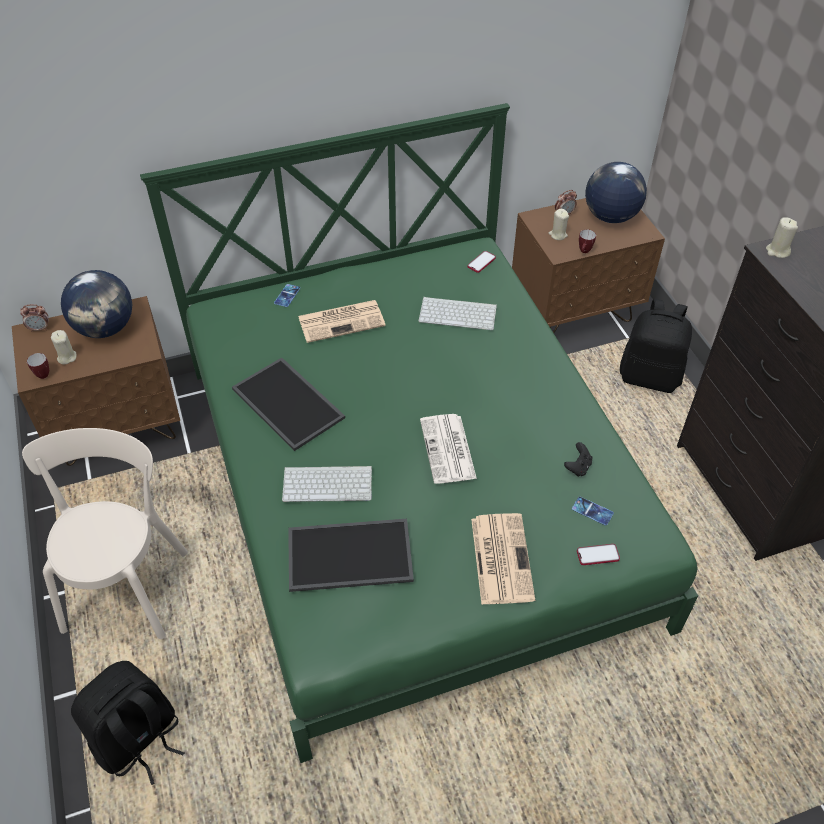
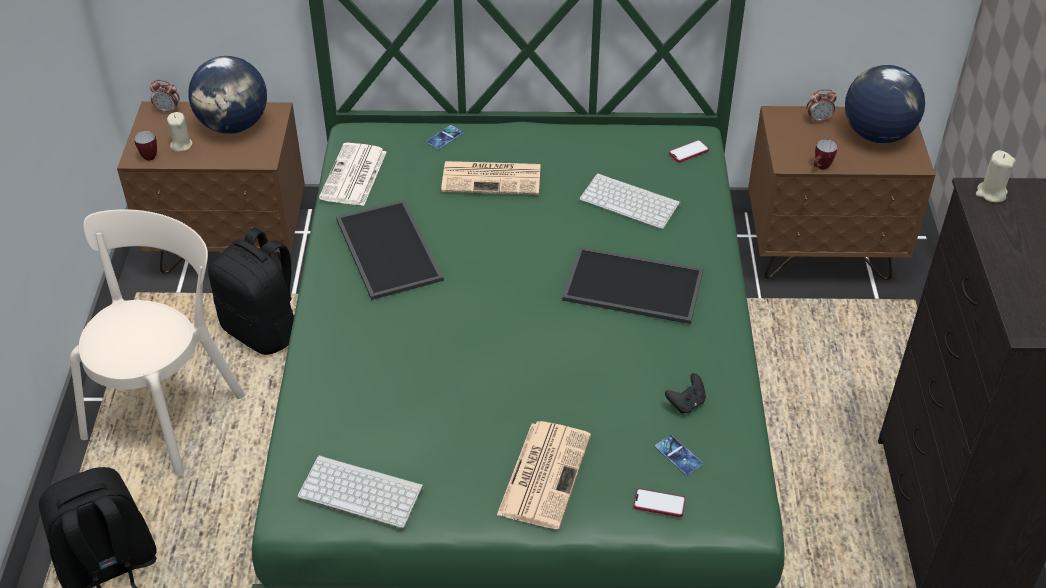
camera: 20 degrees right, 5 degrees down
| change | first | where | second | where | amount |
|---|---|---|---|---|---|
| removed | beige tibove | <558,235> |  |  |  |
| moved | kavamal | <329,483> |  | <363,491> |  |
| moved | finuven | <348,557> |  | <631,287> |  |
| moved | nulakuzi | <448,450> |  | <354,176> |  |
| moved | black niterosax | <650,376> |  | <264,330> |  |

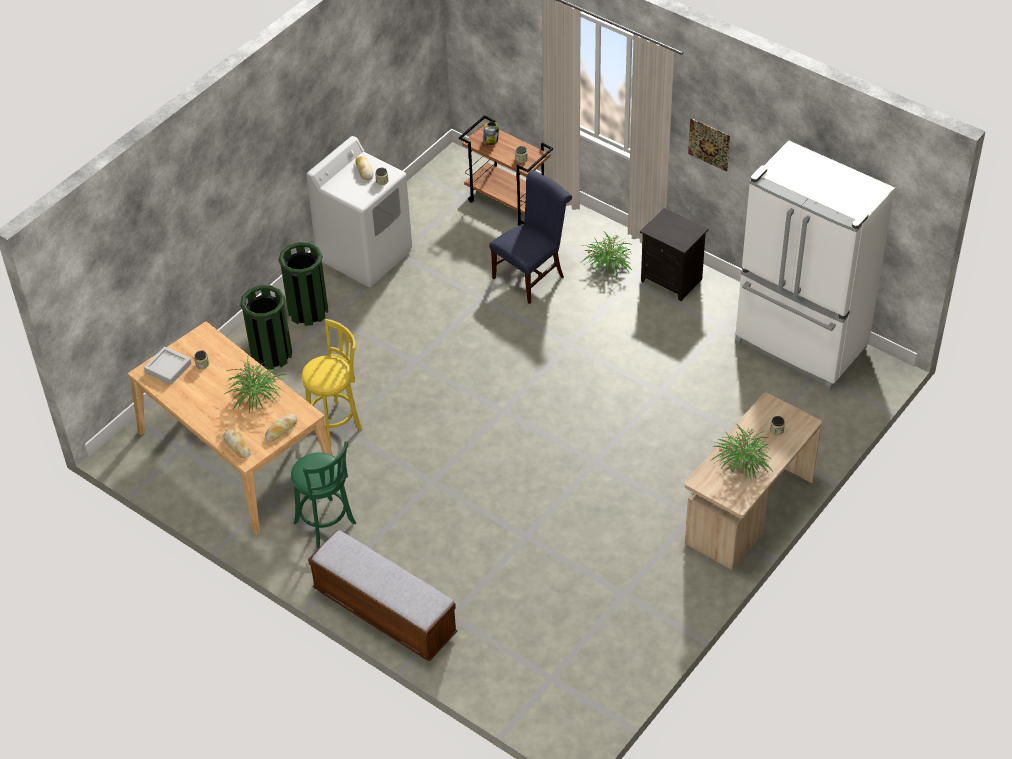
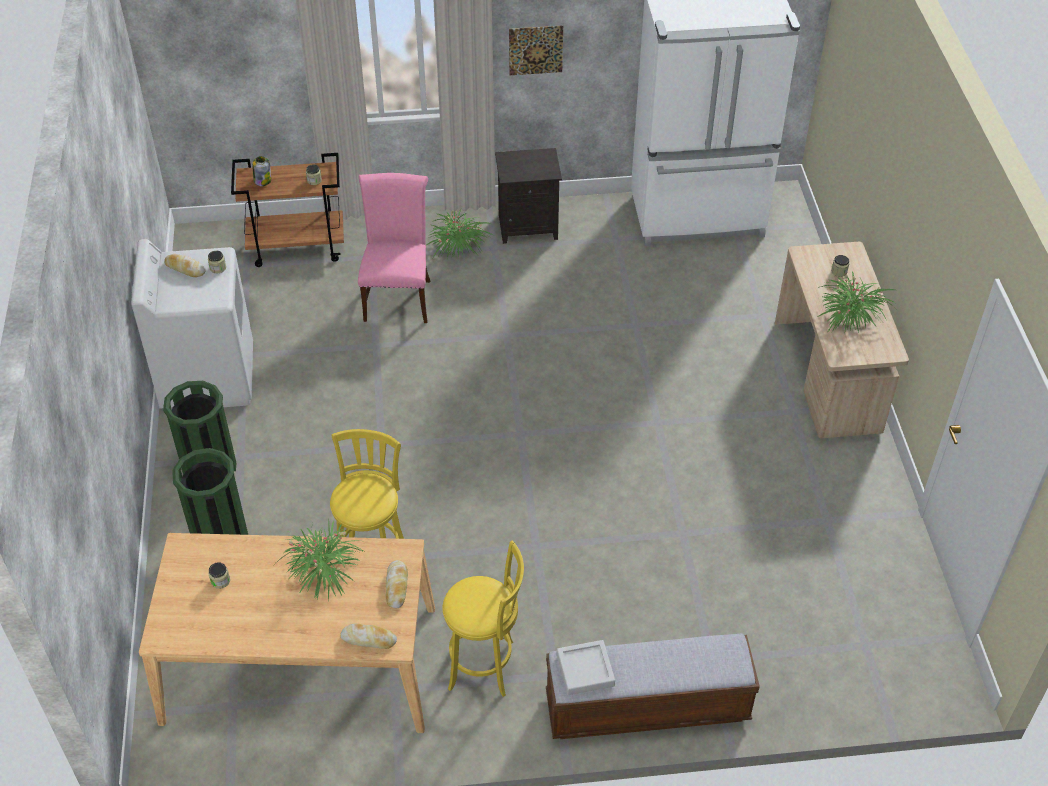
camera: 45 degrees left, 0 degrees up
| change | first | where | second | where | amount |
|---|---|---|---|---|---|
| moved | grey finuven | <168,368> |  | <585,670> |  |
| recoloured | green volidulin | <326,525> | yellow volidulin | <485,666> |  |
| recoloured | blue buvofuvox | <531,275> | pink buvofuvox | <398,297> |  |

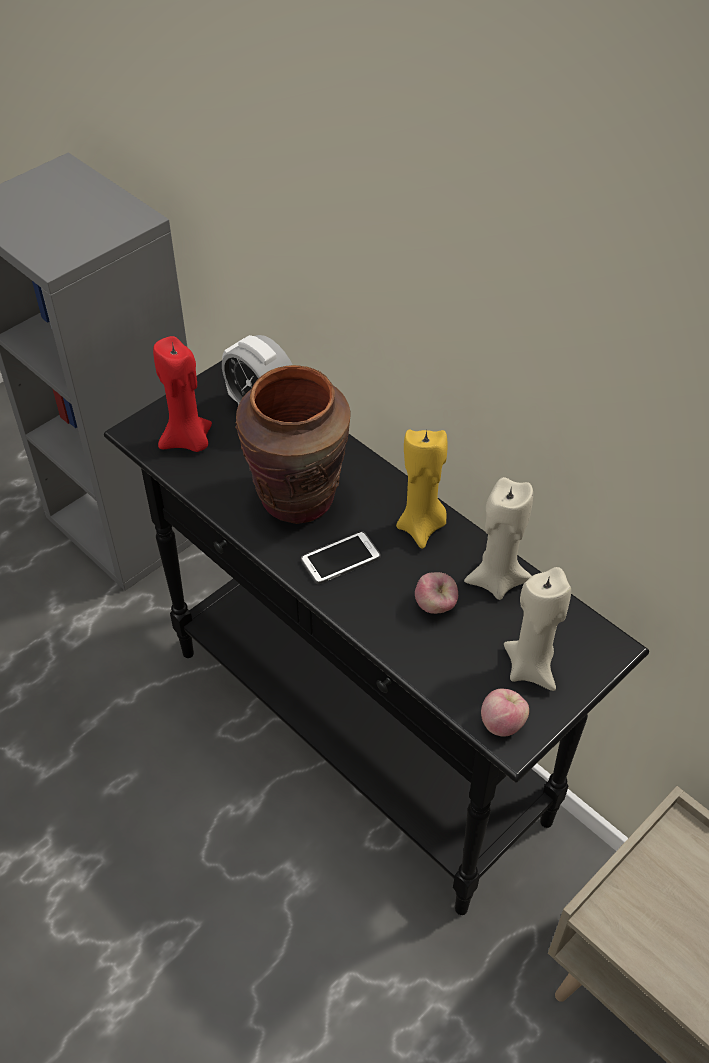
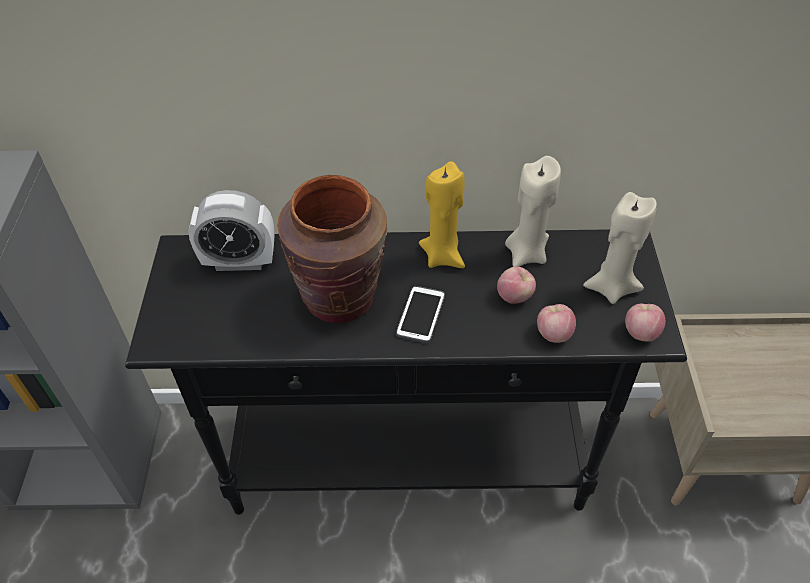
camera: 45 degrees left, 0 degrees up
| change | first | where | second | where | amount |
|---|---|---|---|---|---|
| removed | red tibove | <188,441> |  |  |  |
| added |  |  | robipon | <553,334> |  |

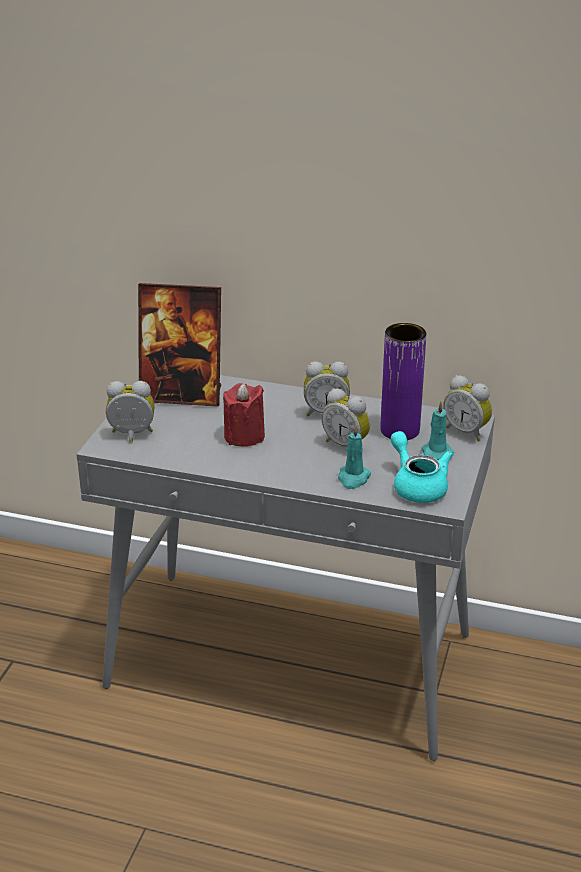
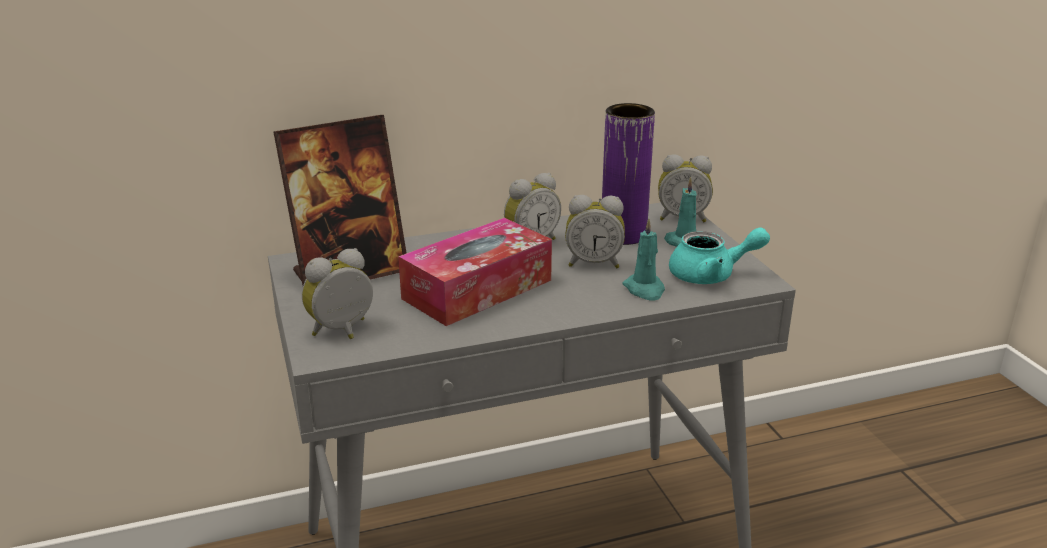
camera: 35 degrees left, 5 degrees down
| change | first | where | second | where | amount |
|---|---|---|---|---|---|
| replaced | red tibove | <244,436> | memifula | <477,289> |  |
| turned | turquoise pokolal | <417,485> |  | <711,275> | 150 degrees clockwise |

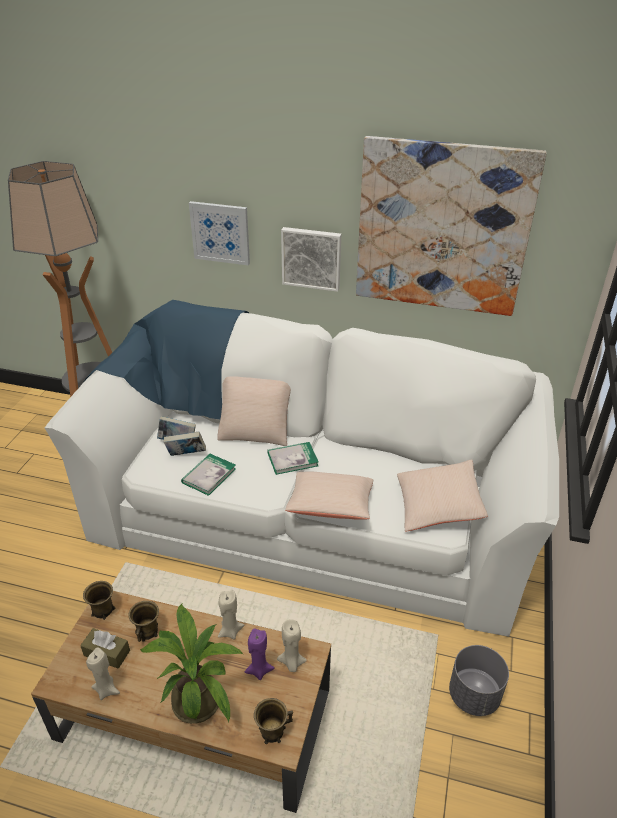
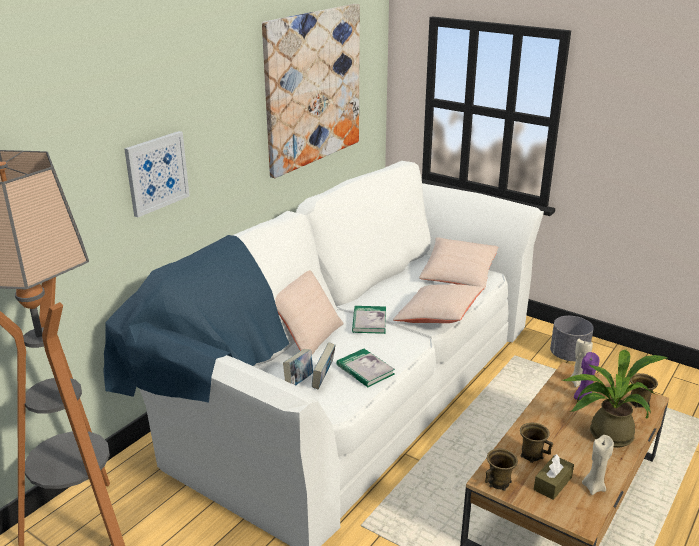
camera: 70 degrees left, 10 degrees down
| change | first | where | second | where | amount |
|---|---|---|---|---|---|
| removed | beige tibove | <230,631> |  |  |  |
| removed | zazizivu | <311,258> |  |  |  |

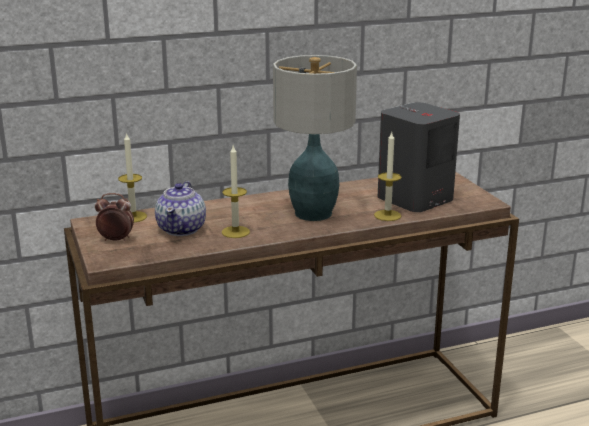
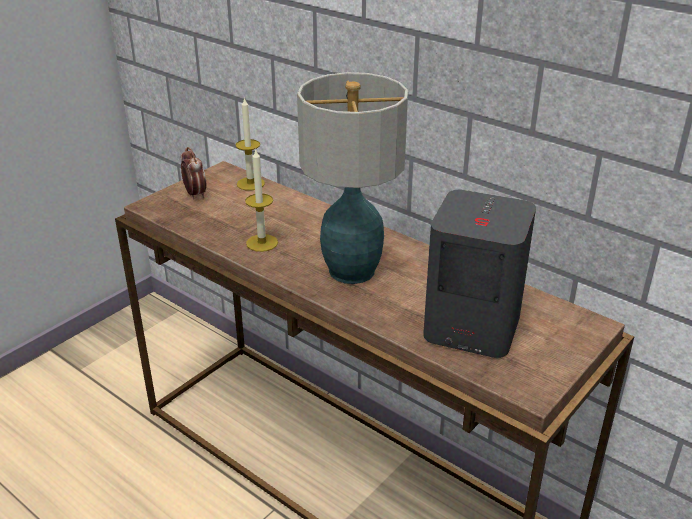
camera: 60 degrees right, 10 degrees up
| change | first | where | second | where | amount |
|---|---|---|---|---|---|
| removed | pokolal | <182,229> |  |  |  |
| removed | tibove | <387,215> |  |  |  |

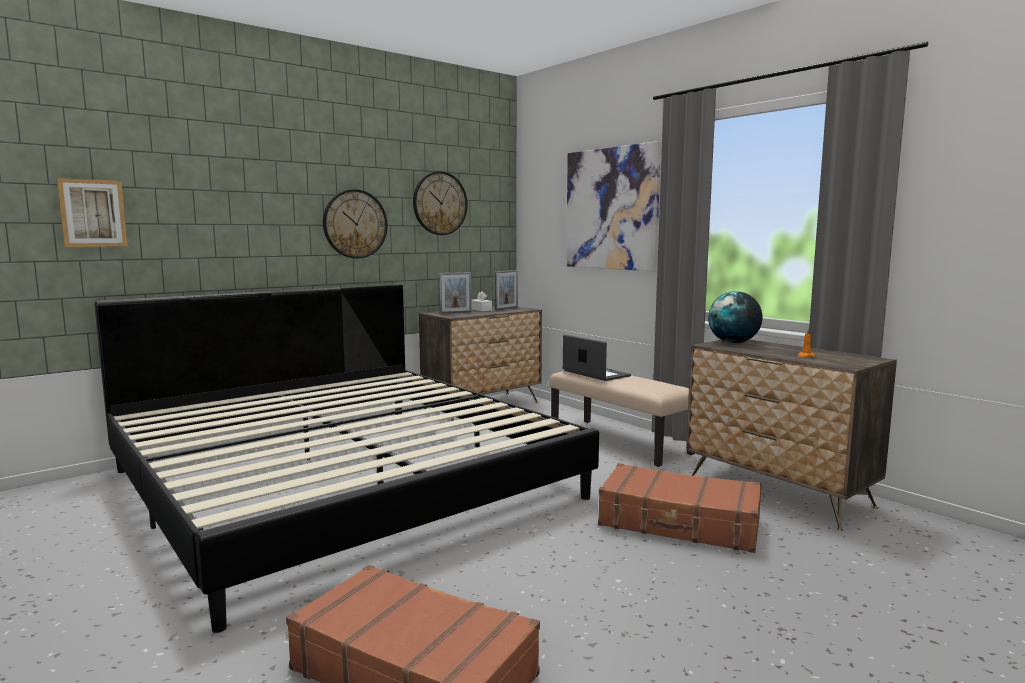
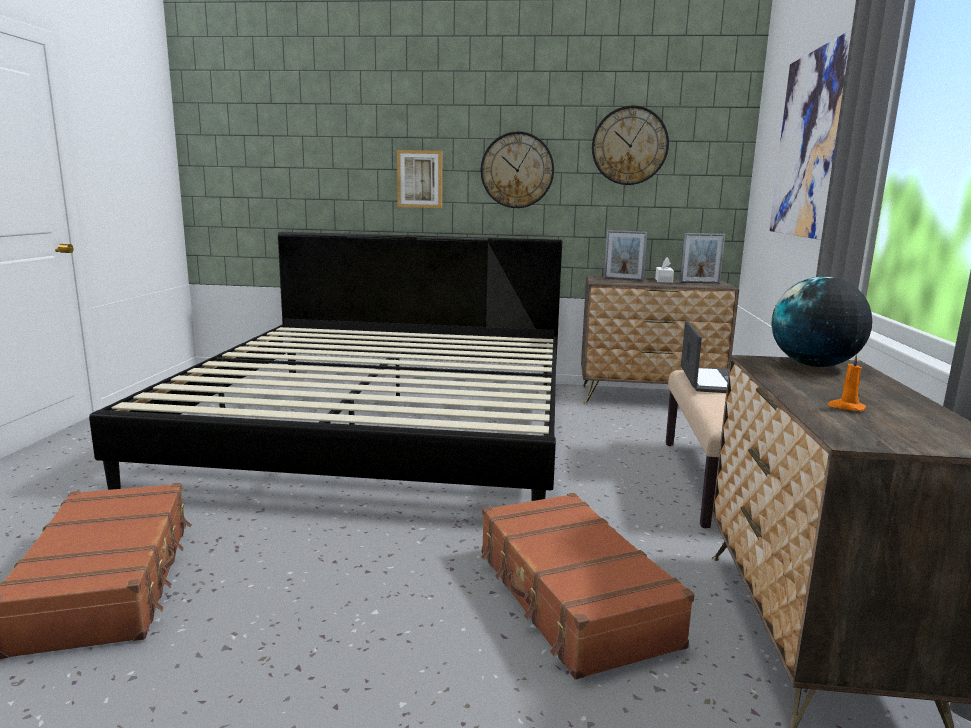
camera: 45 degrees right, 5 degrees up
| change | first | where | second | where | amount |
|---|---|---|---|---|---|
| moved | zazizivu | <92,213> |  | <420,179> |  |

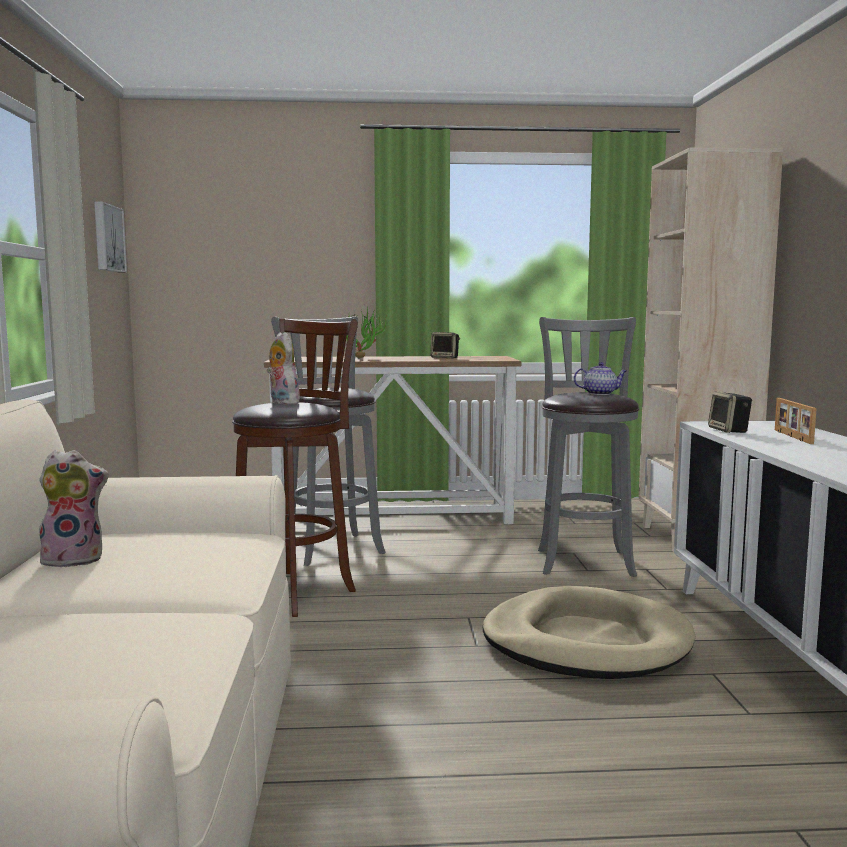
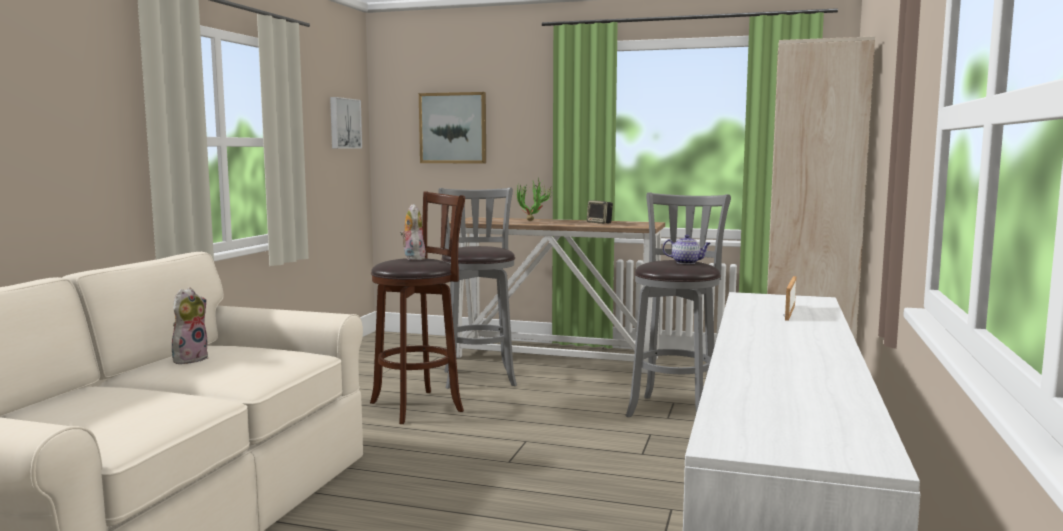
camera: 20 degrees right, 0 degrees up
| change | first | where | second | where | amount |
|---|---|---|---|---|---|
| removed | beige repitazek | <585,642> |  |  |  |
| removed | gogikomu | <729,430> |  |  |  |
| added |  |  | zazizivu | <453,128> |  |
| turned | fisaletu | <75,559> |  | <190,359> | 75 degrees counterclockwise |

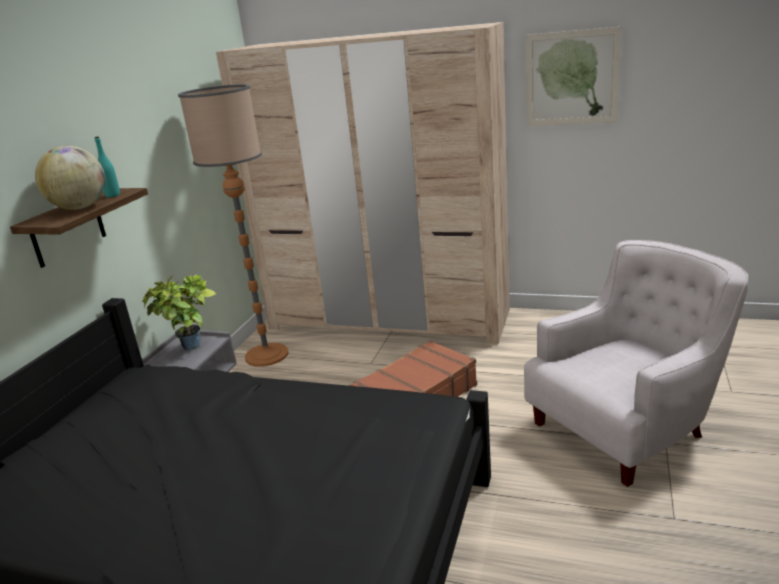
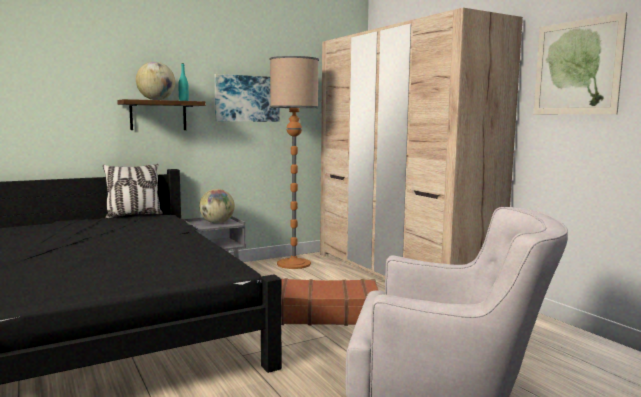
camera: 40 degrees right, 15 degrees down
| change | first | where | second | where | amount |
|---|---|---|---|---|---|
| added |  |  | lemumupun | <133,215> |  |
| added |  |  | zazizivu | <247,98> |  |
| replaced | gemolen | <190,348> | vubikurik | <217,223> |  |

